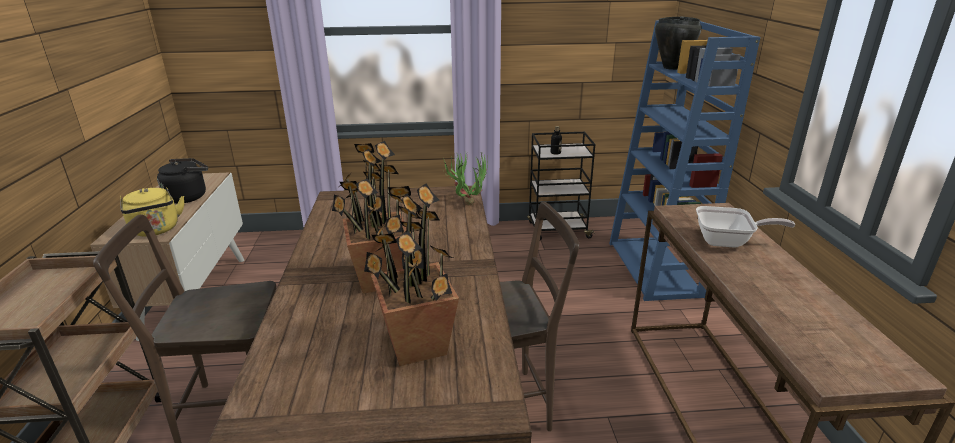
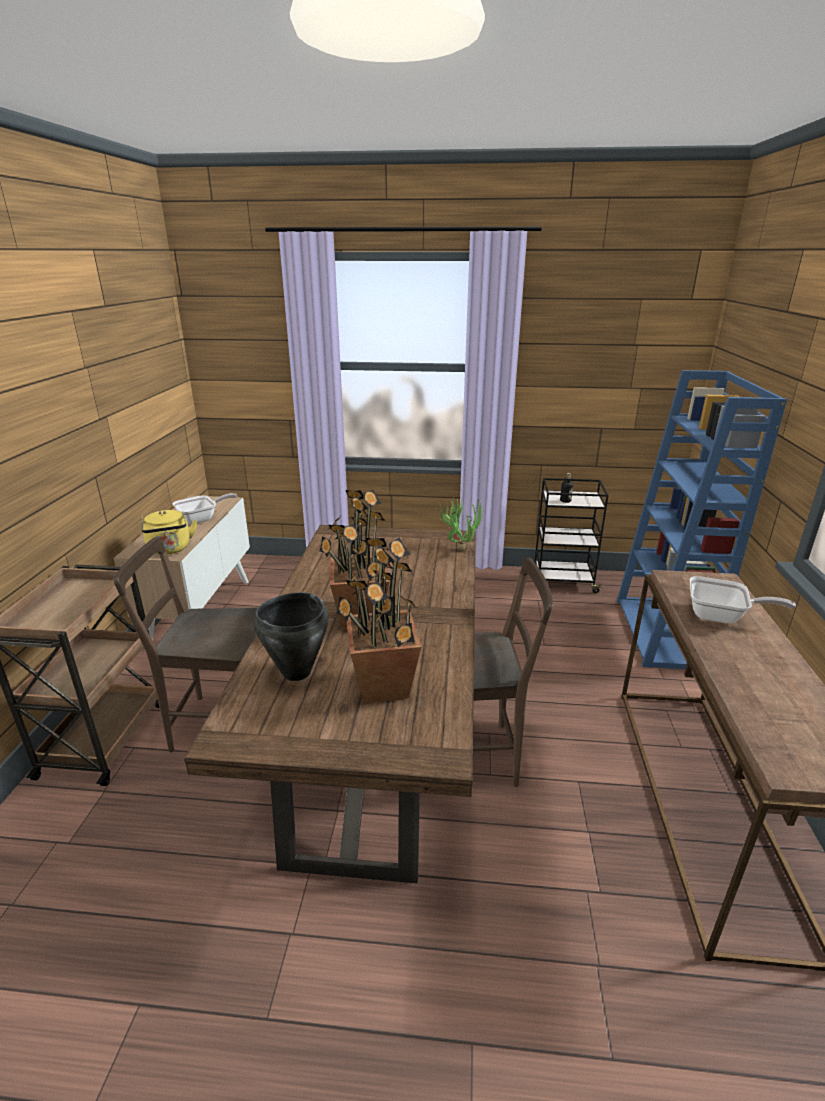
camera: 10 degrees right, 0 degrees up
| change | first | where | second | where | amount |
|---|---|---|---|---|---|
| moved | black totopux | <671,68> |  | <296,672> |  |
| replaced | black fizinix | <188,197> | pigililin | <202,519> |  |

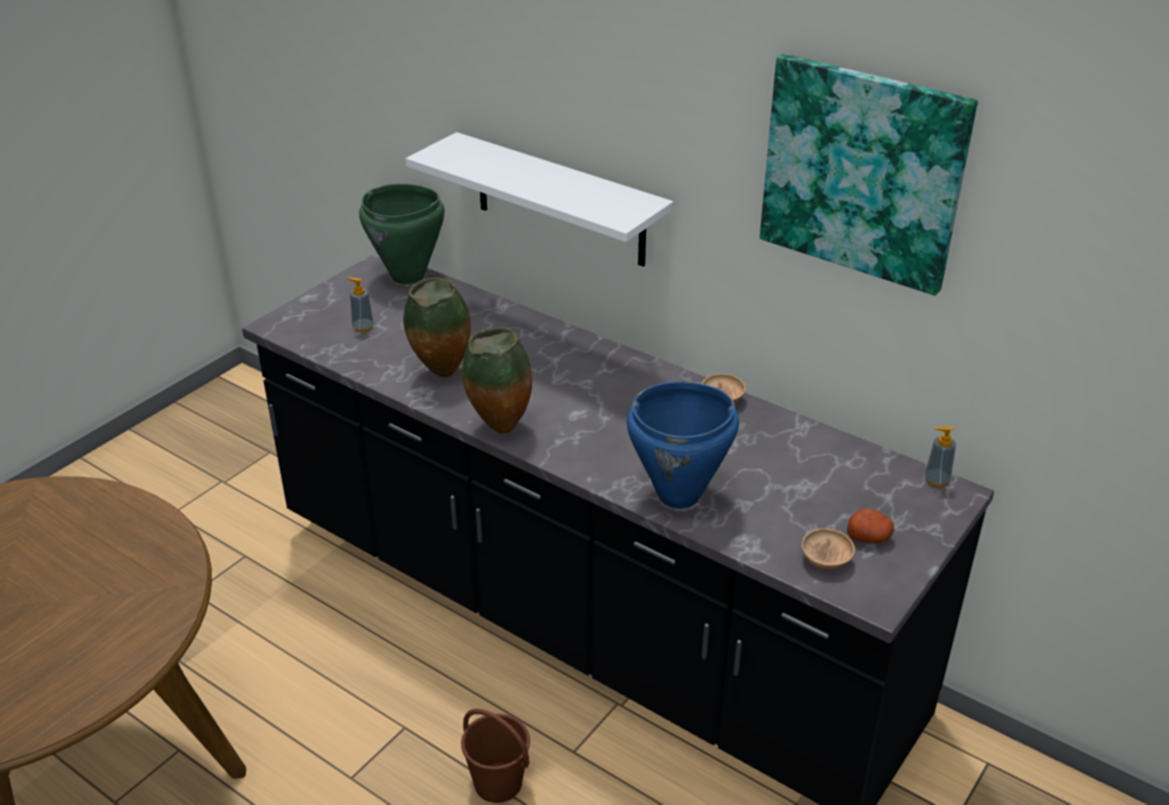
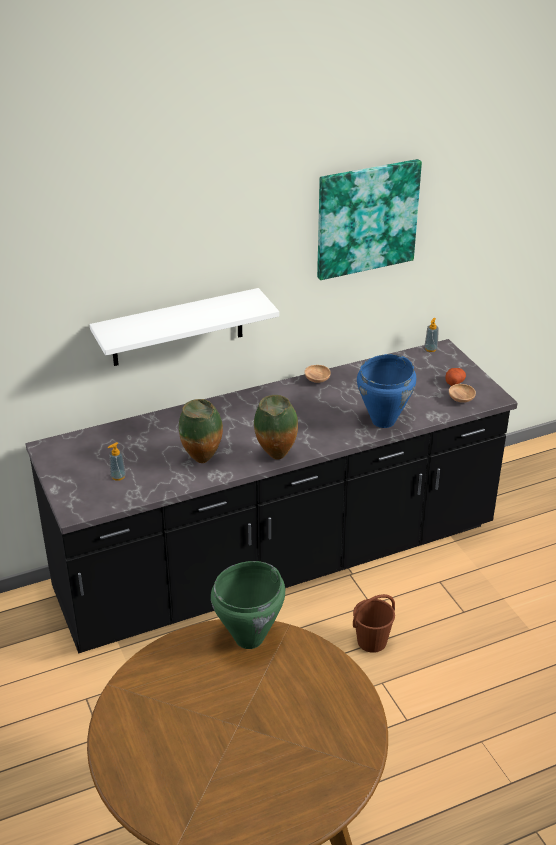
camera: 60 degrees left, 0 degrees up
| change | first | where | second | where | amount |
|---|---|---|---|---|---|
| moved | green totopux | <408,277> |  | <250,638> |  |

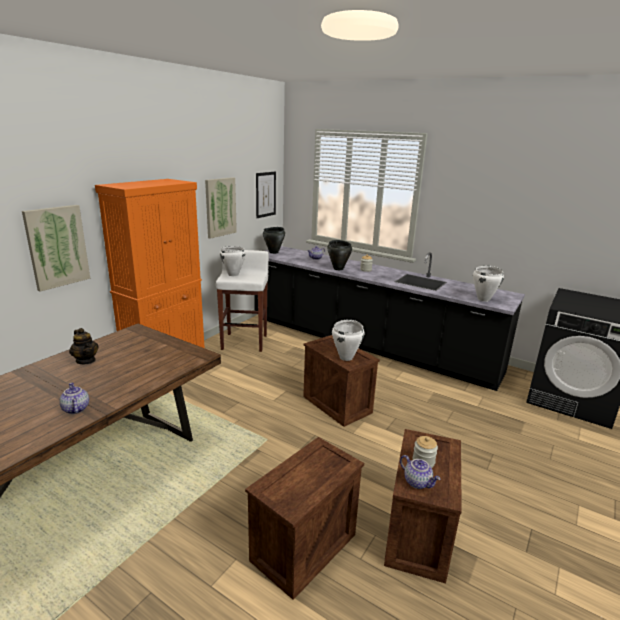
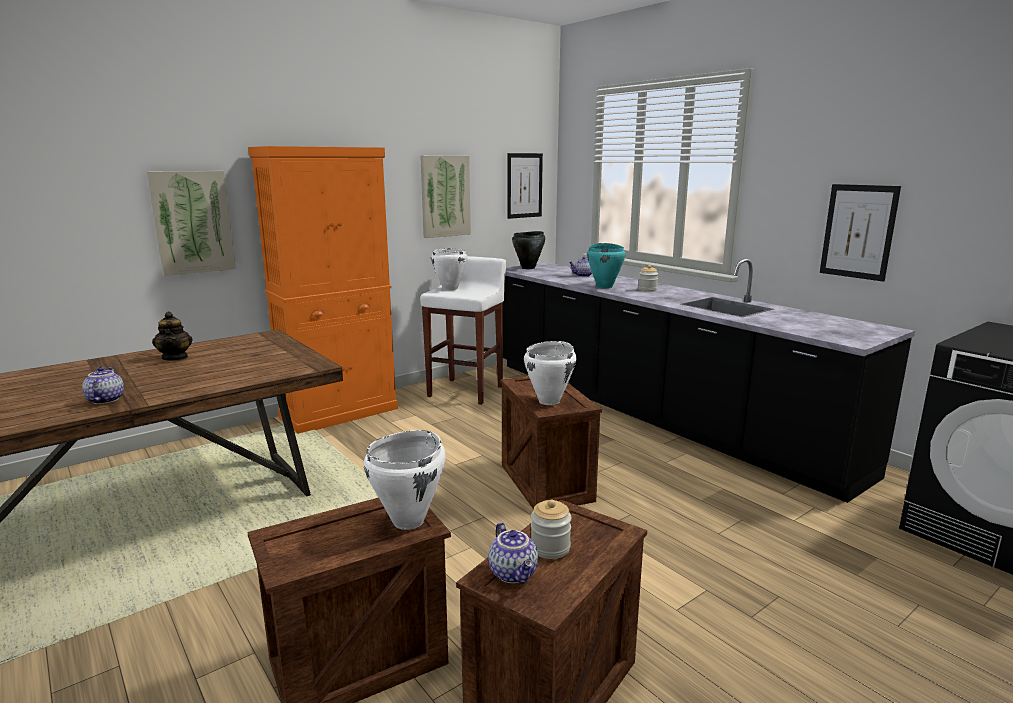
camera: 20 degrees right, 5 degrees down
| change | first | where | second | where | amount |
|---|---|---|---|---|---|
| added |  |  | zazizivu | <858,231> |  |
| moved | white totopux | <483,299> |  | <409,521> |  |
| recoloured | black totopux | <338,269> | turquoise totopux | <604,287> |  |

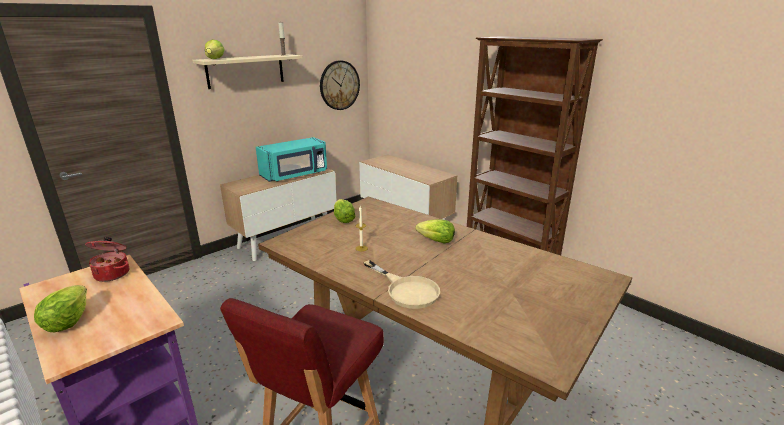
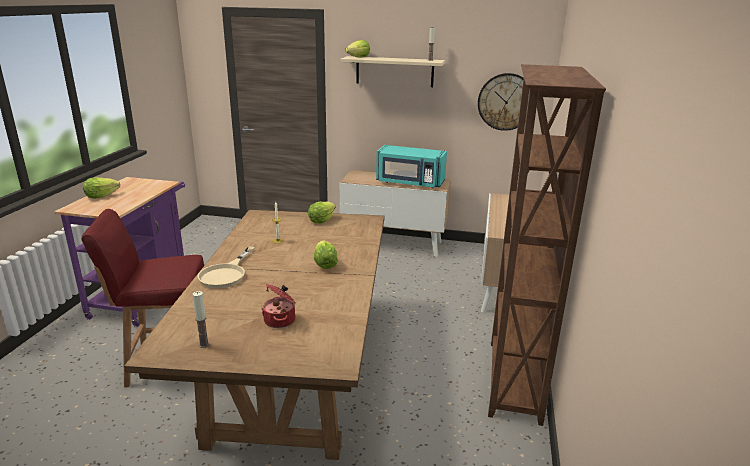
camera: 55 degrees right, 0 degrees up
| change | first | where | second | where | amount |
|---|---|---|---|---|---|
| added |  |  | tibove | <204,345> |  |
| moved | totopux | <113,273> |  | <280,320> |  |

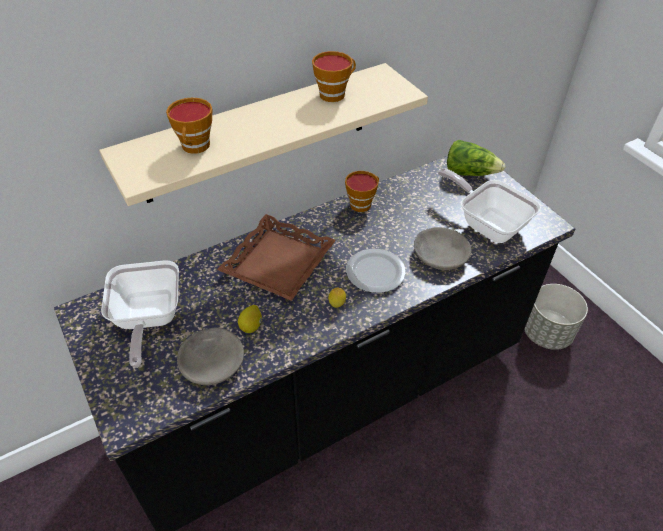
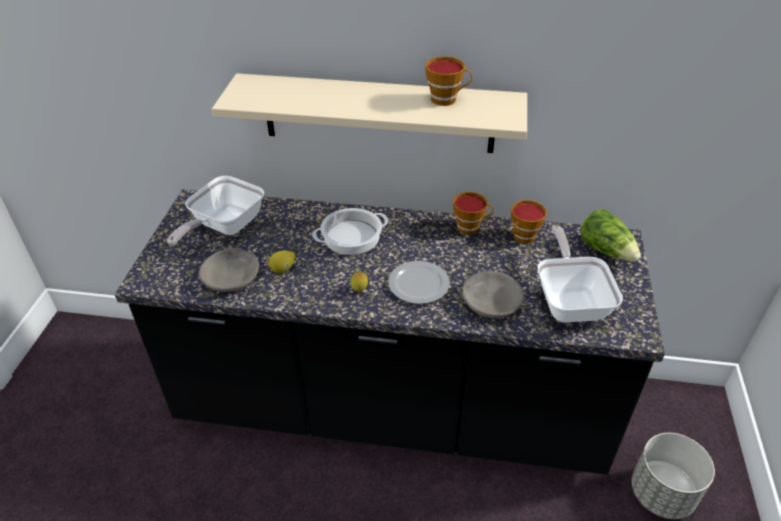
camera: 40 degrees right, 5 degrees down
| change | first | where | second | where | amount |
|---|---|---|---|---|---|
| moved | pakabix | <195,147> |  | <523,238> |  |
| replaced | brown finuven | <277,262> | totopux | <352,236> |  |

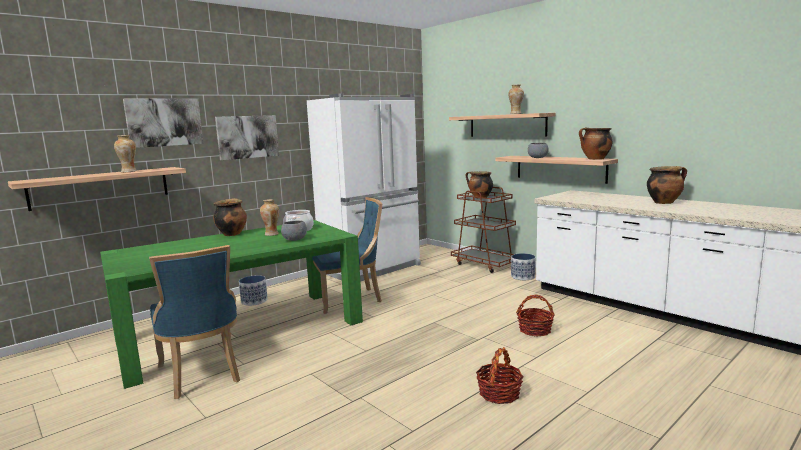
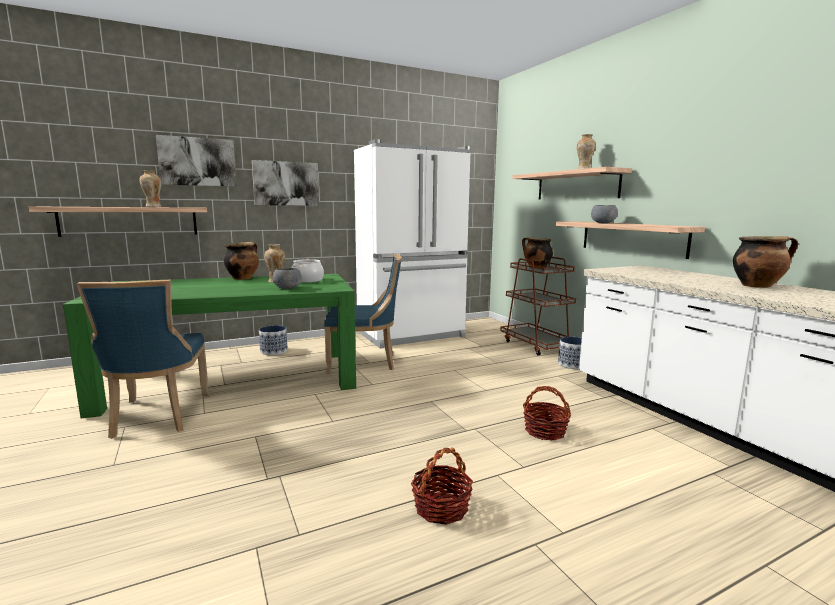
camera: 15 degrees right, 0 degrees up
| change | first | where | second | where | amount |
|---|---|---|---|---|---|
| removed | totopux | <595,159> |  |  |  |

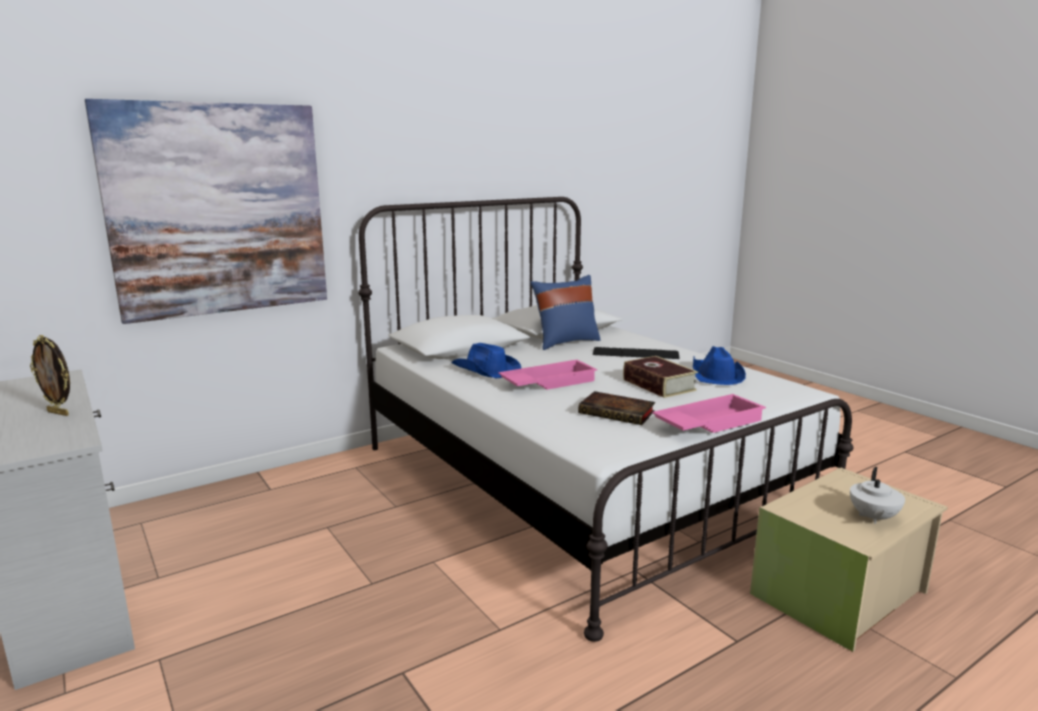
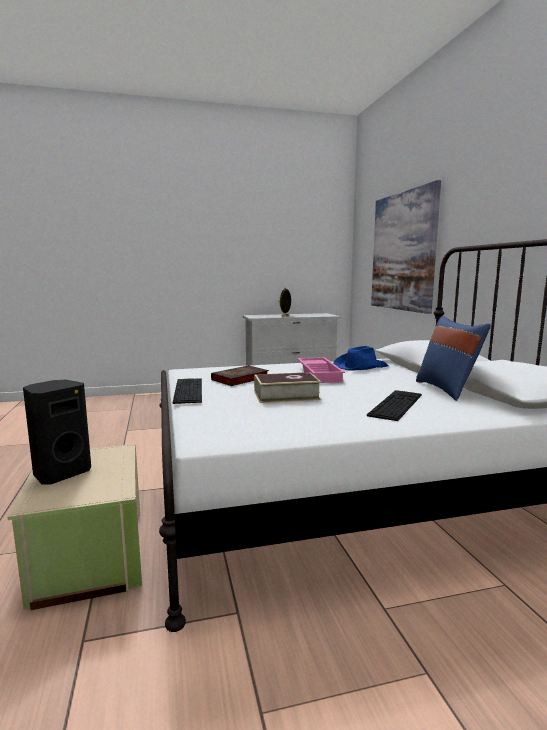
camera: 110 degrees right, 5 degrees down
| change | first | where | second | where | amount |
|---|---|---|---|---|---|
| removed | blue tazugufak | <716,375> |  |  |  |
| replaced | pink finuven | <708,422> | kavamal | <188,390> |  |
| replaced | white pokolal | <872,517> | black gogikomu | <61,473> |  |

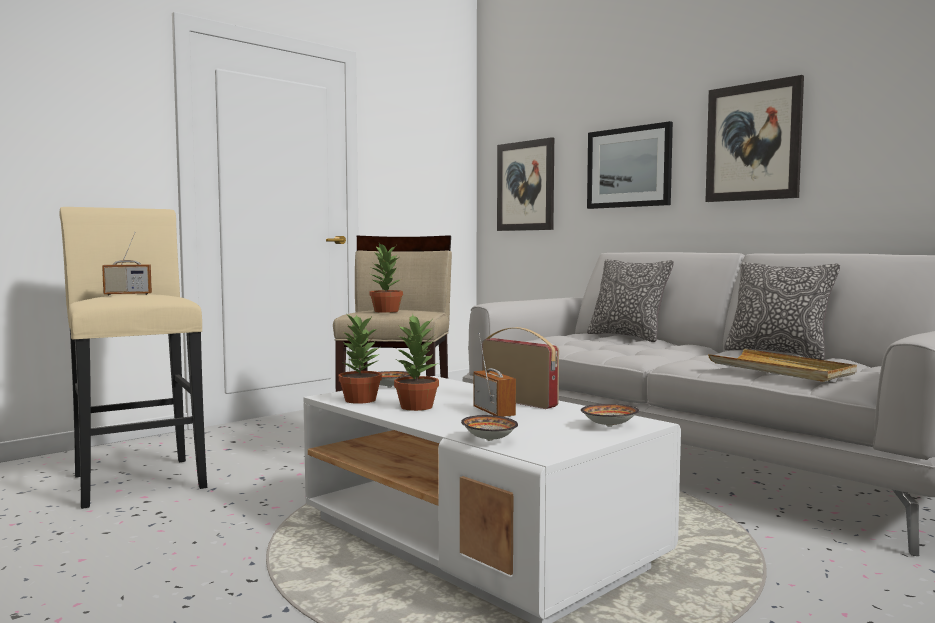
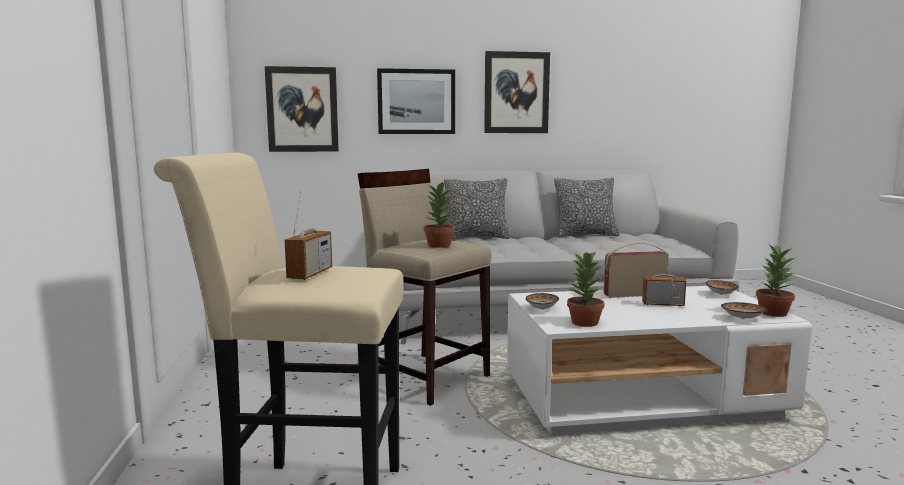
camera: 55 degrees left, 5 degrees up
| change | first | where | second | where | amount |
|---|---|---|---|---|---|
| removed | beige finuven | <780,370> |  |  |  |
| moved | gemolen | <417,407> |  | <772,313> |  |

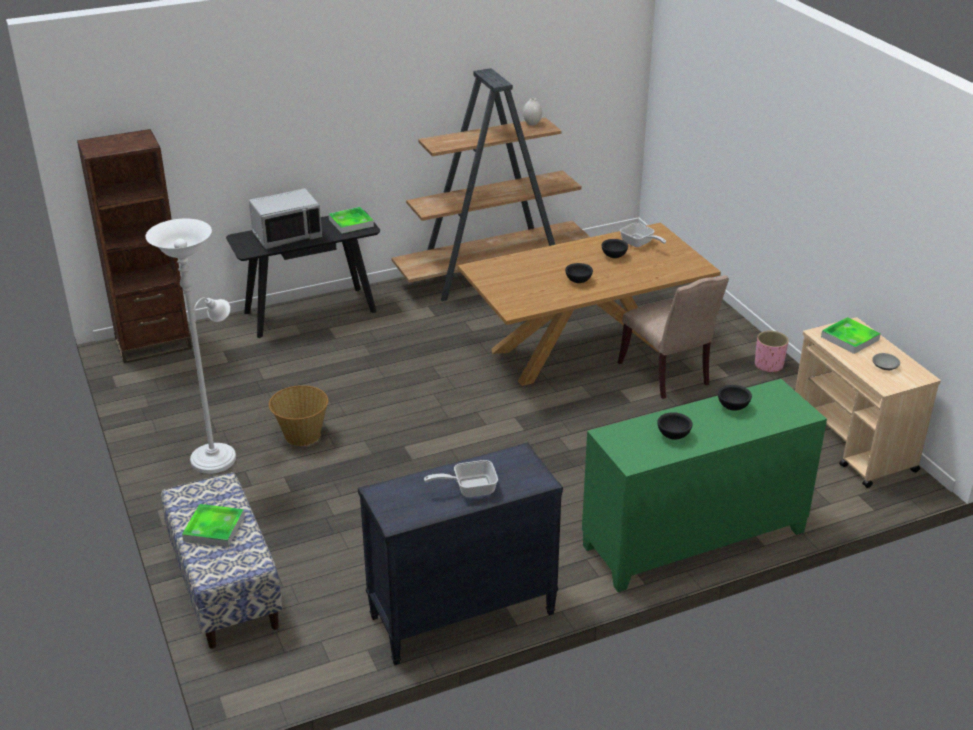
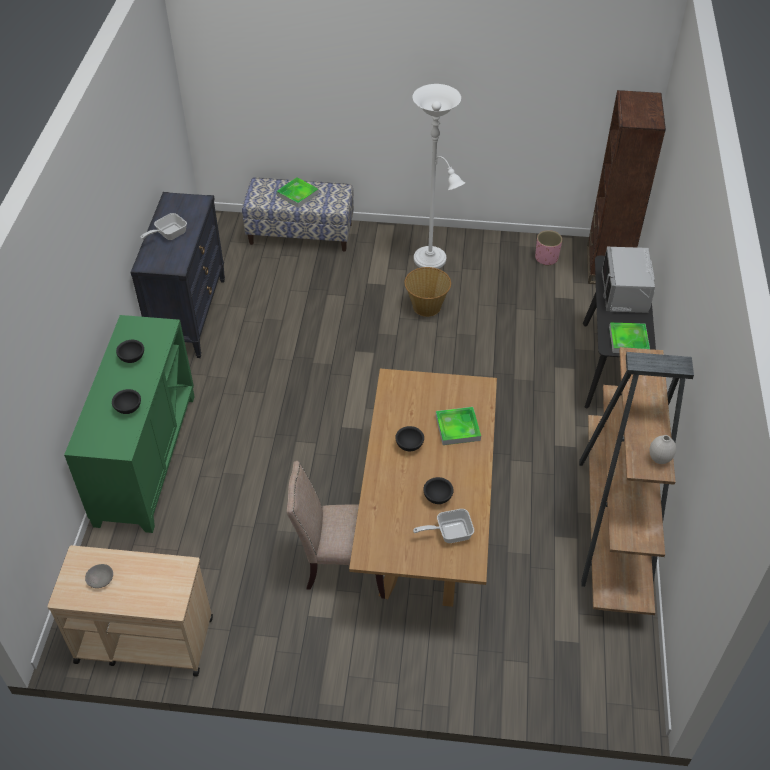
camera: 120 degrees right, 15 degrees up
| change | first | where | second | where | amount |
|---|---|---|---|---|---|
| moved | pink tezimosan | <768,365> |  | <546,258> |  |
| moved | finuven | <850,338> |  | <457,428> |  |
| turned | pigililin | <469,488> |  | <168,234> | 150 degrees counterclockwise |

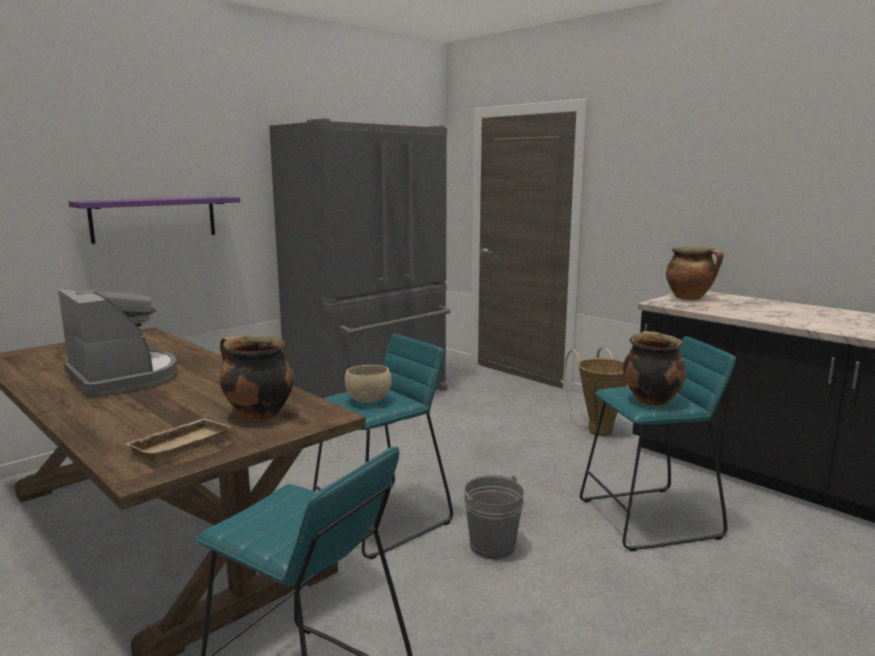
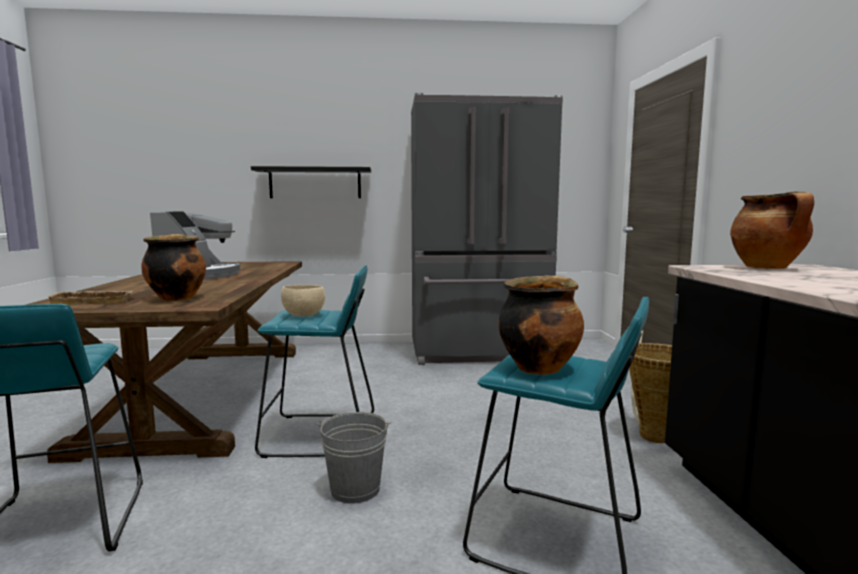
camera: 40 degrees right, 5 degrees down
| change | first | where | second | where | amount |
|---|---|---|---|---|---|
| recoloured | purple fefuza | <154,218> | black fefuza | <315,183> |  |

